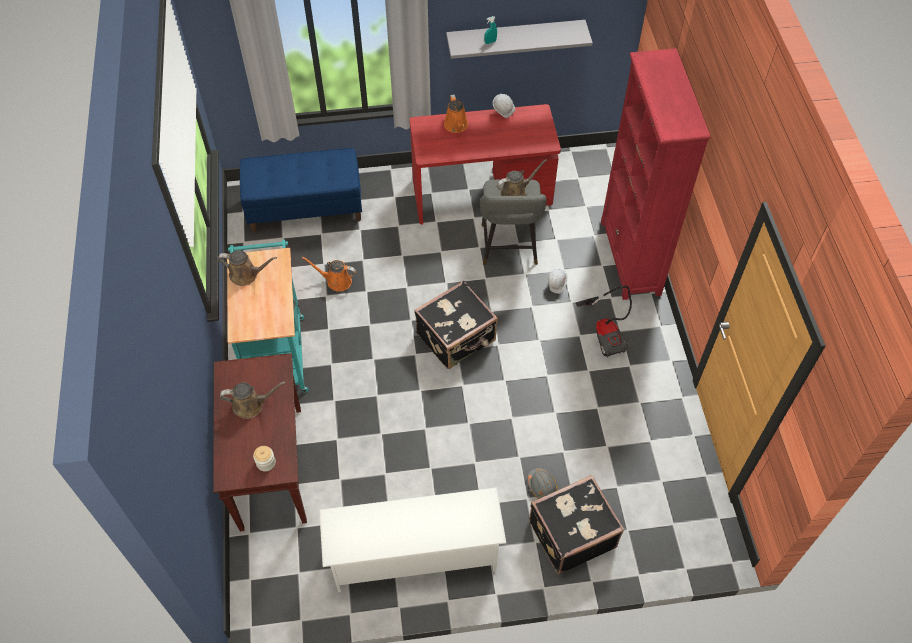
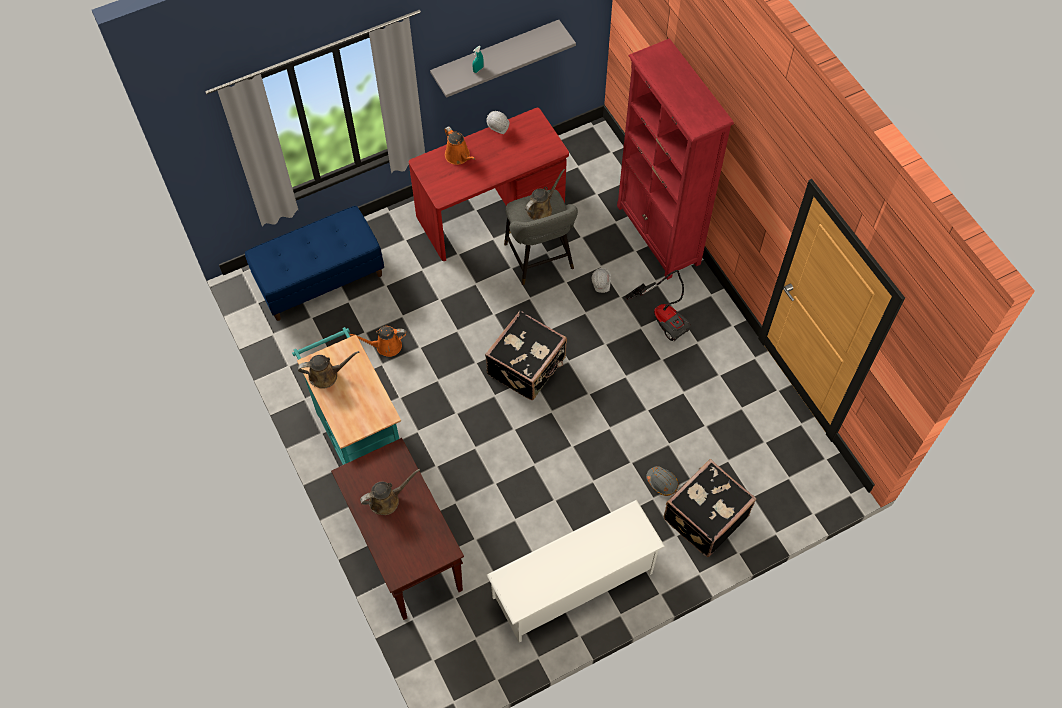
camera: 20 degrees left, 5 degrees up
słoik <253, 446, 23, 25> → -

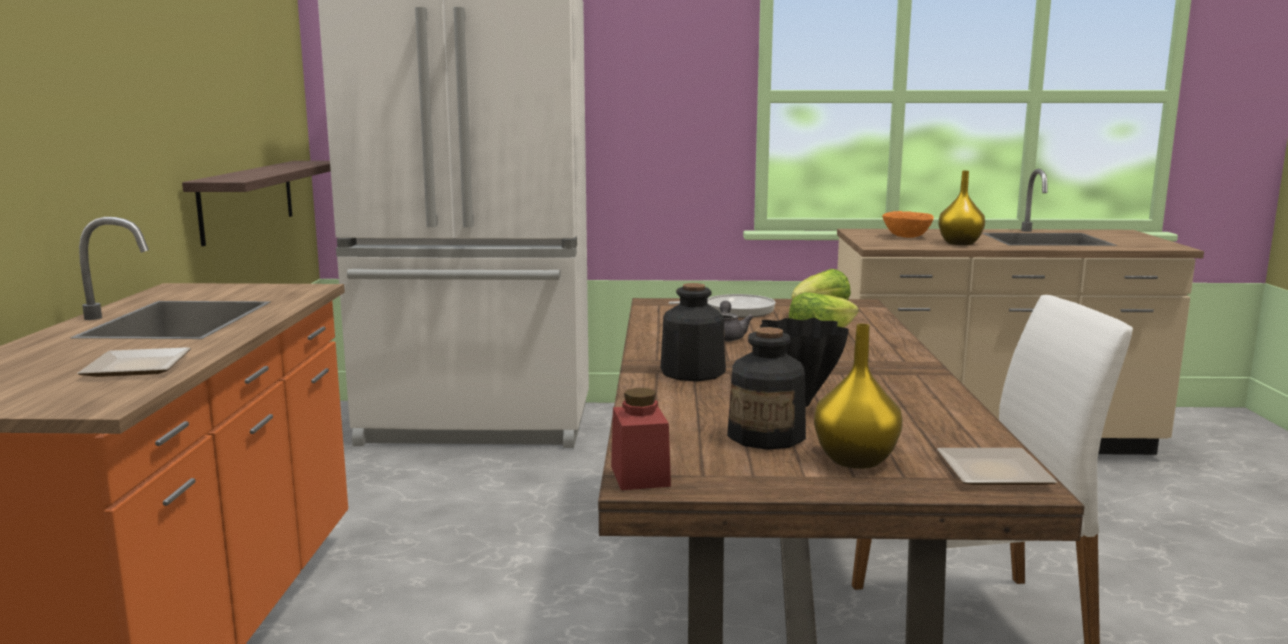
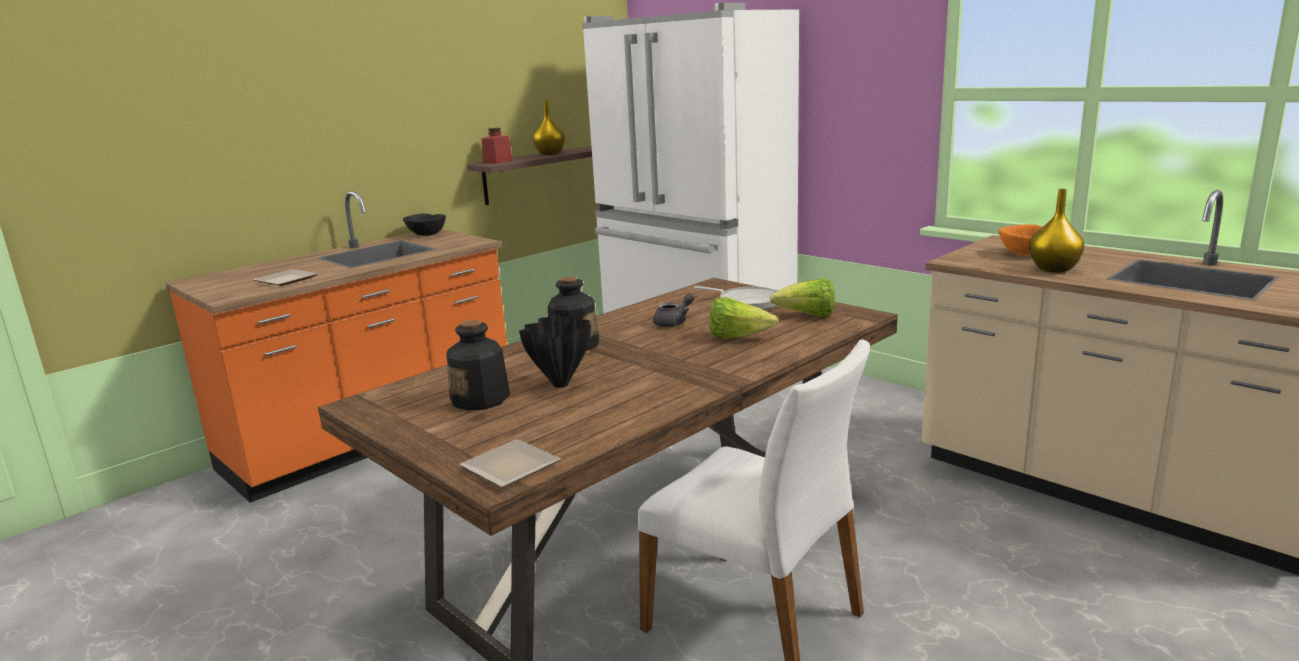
camera: 45 degrees right, 5 degrees up
- → miska [czarny] <403, 214, 43, 22>
słoik [czerwony] <611, 388, 60, 102> → słoik [czerwony] <482, 128, 31, 36>, move
wazon [żółty] <814, 324, 89, 145> → wazon [żółty] <533, 101, 32, 54>, move

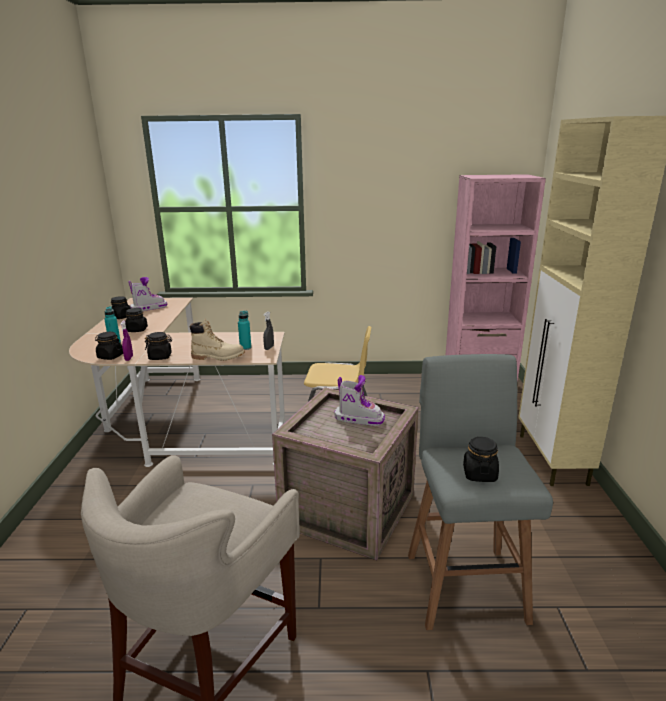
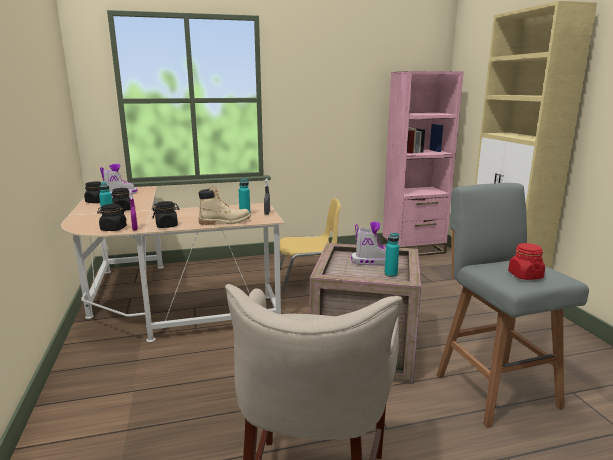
camera: 15 degrees left, 5 degrees down
- → butelka [turkusowy] <384, 233, 15, 44>
słoik [czarny] <463, 437, 36, 45> → słoik [czerwony] <508, 243, 37, 37>

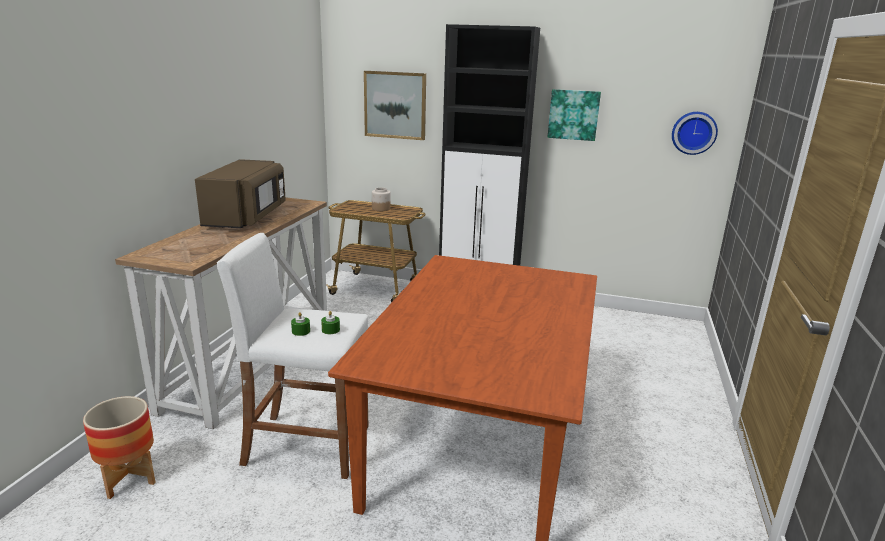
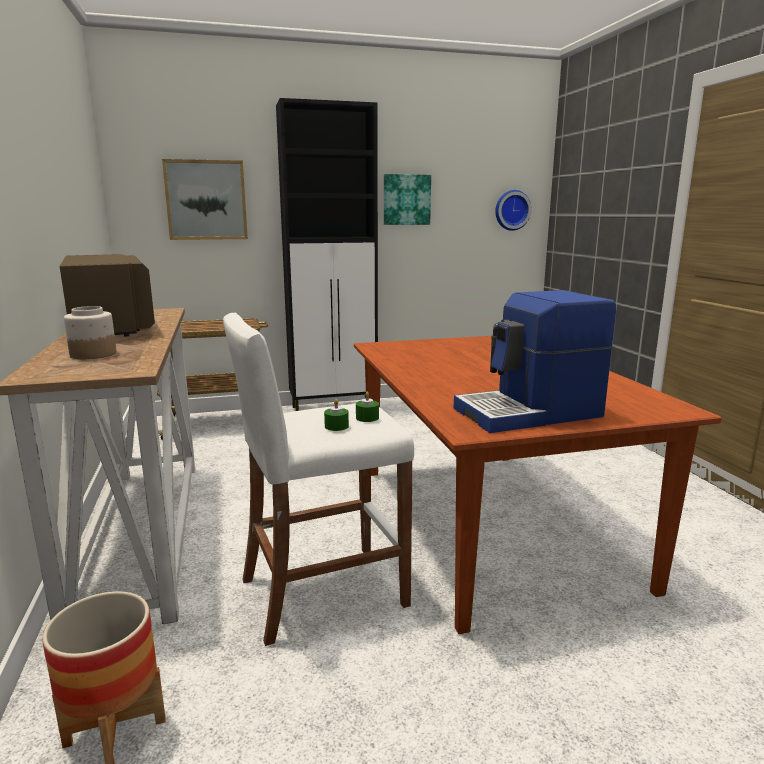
camera: 30 degrees left, 5 degrees down
słoik <372, 187, 19, 24> → słoik <64, 306, 52, 53>, move
- → ekspres do kawy <454, 290, 162, 143>

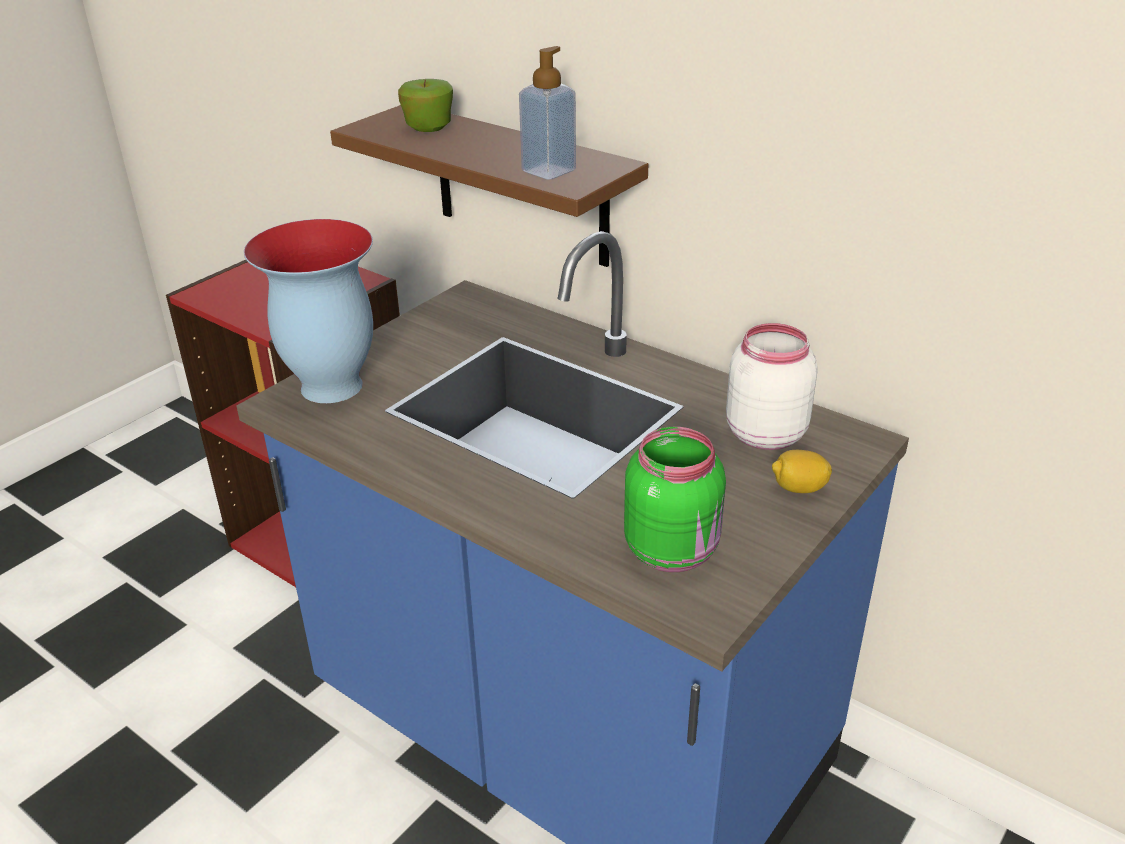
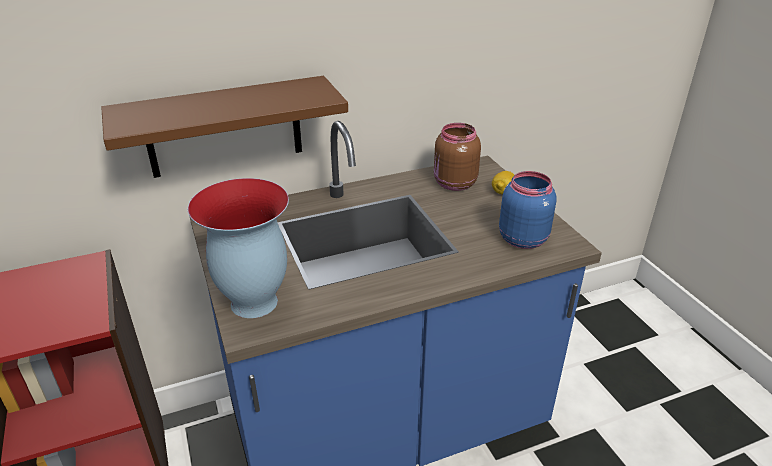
camera: 60 degrees left, 0 degrees up
słoik [biały] <726, 323, 92, 127> → słoik [brązowy] <434, 123, 47, 68>
słoik [zielony] <624, 427, 102, 145> → słoik [niebieski] <499, 171, 58, 78>
jabłko <398, 79, 55, 53> → -
dozownik mydła <519, 46, 57, 134> → -

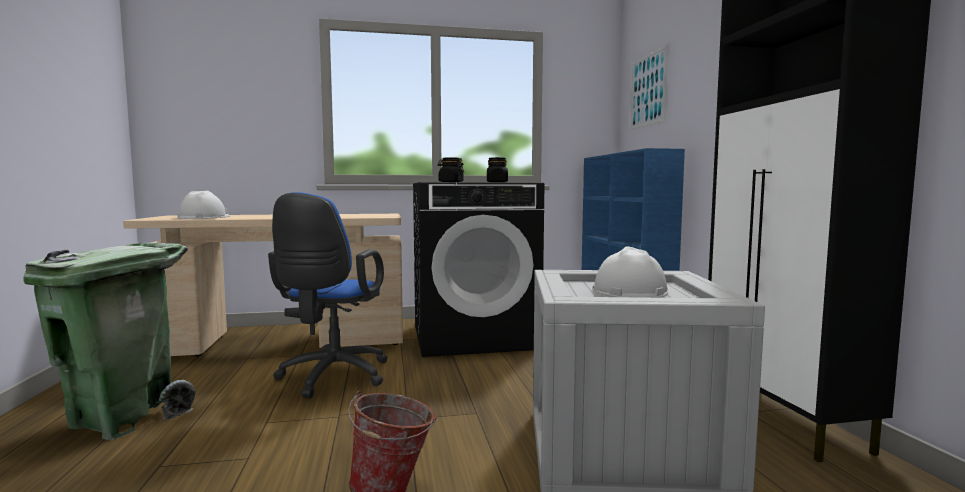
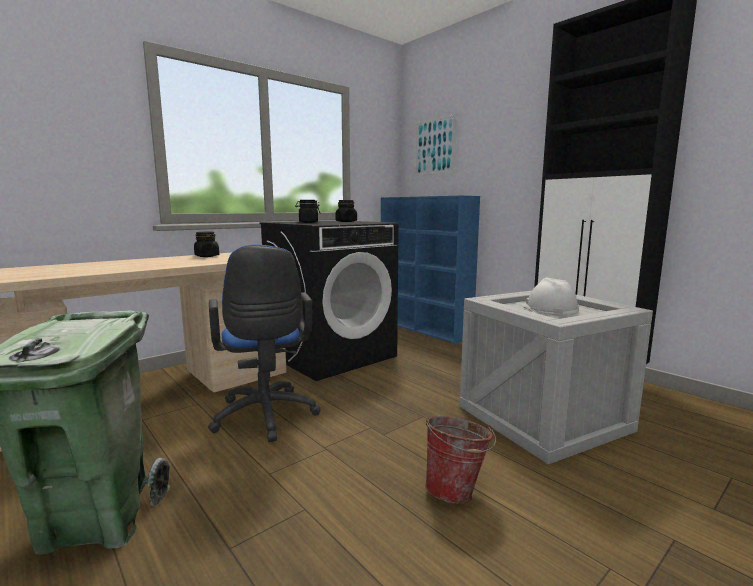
camera: 30 degrees left, 5 degrees up
- → słoik [czarny] <194, 232, 25, 25>
kask [biały] <177, 191, 54, 28> → -

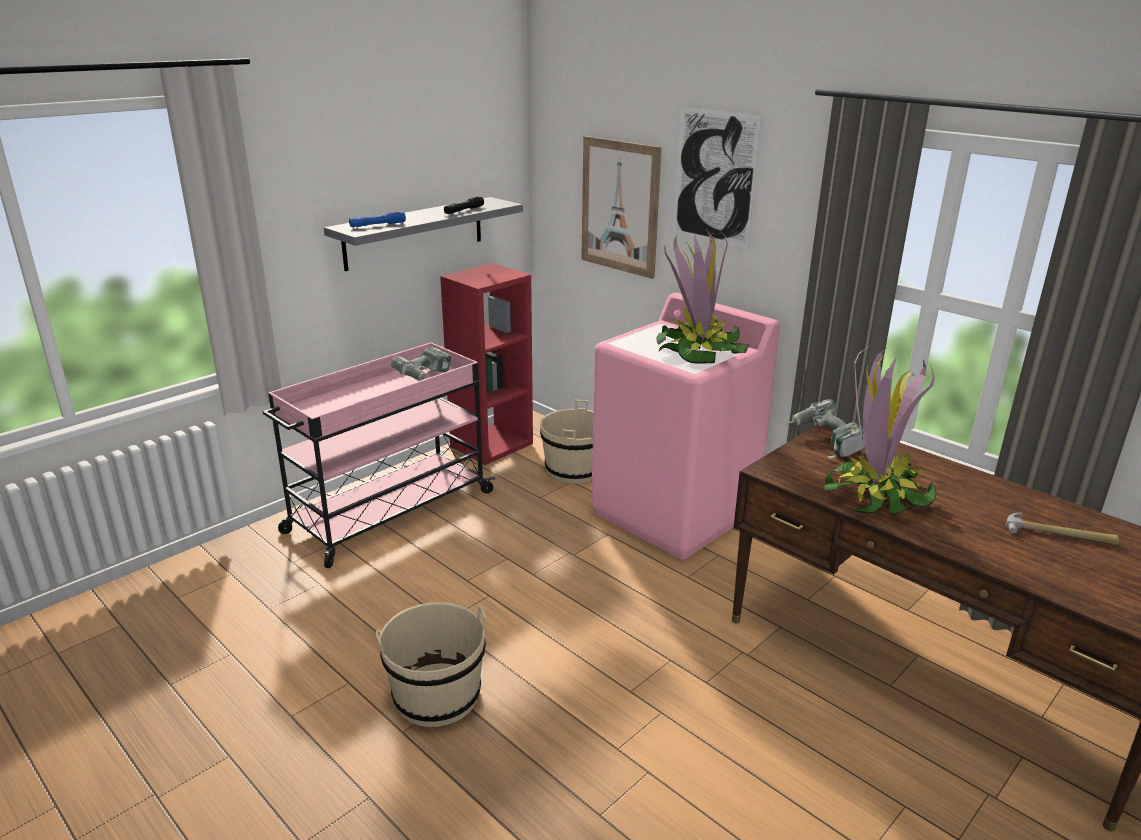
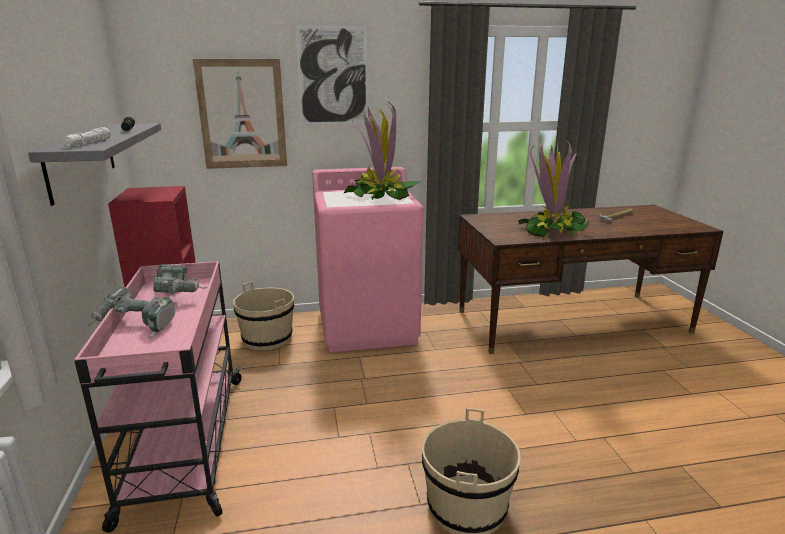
camera: 55 degrees left, 5 degrees down
latarka [niebieski] <349, 212, 57, 15> → latarka [biały] <62, 127, 49, 19>
wiertarka <785, 399, 80, 61> → wiertarka <87, 287, 88, 51>, move

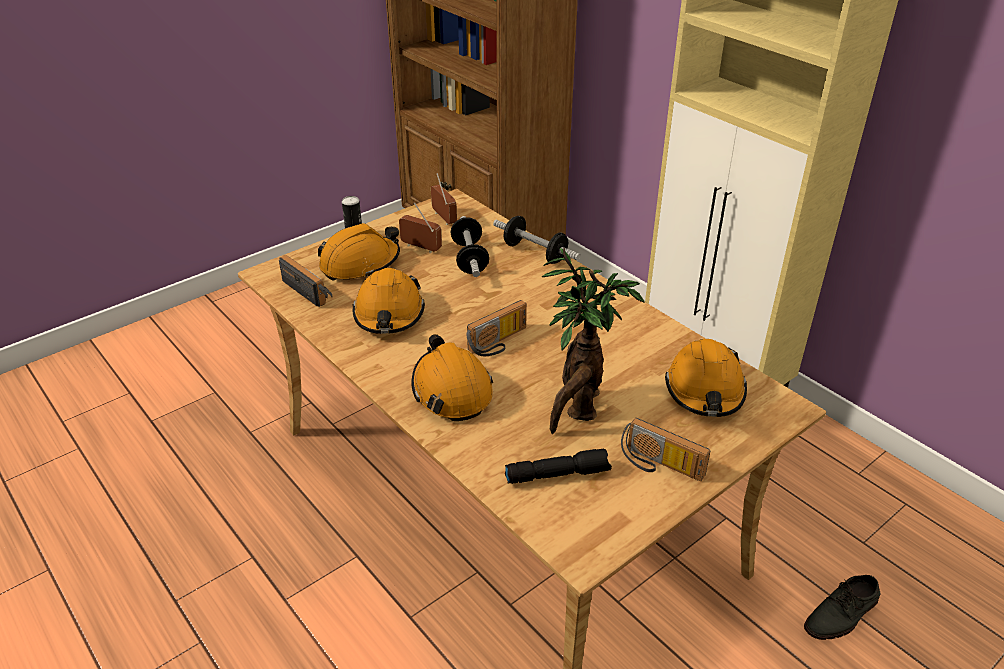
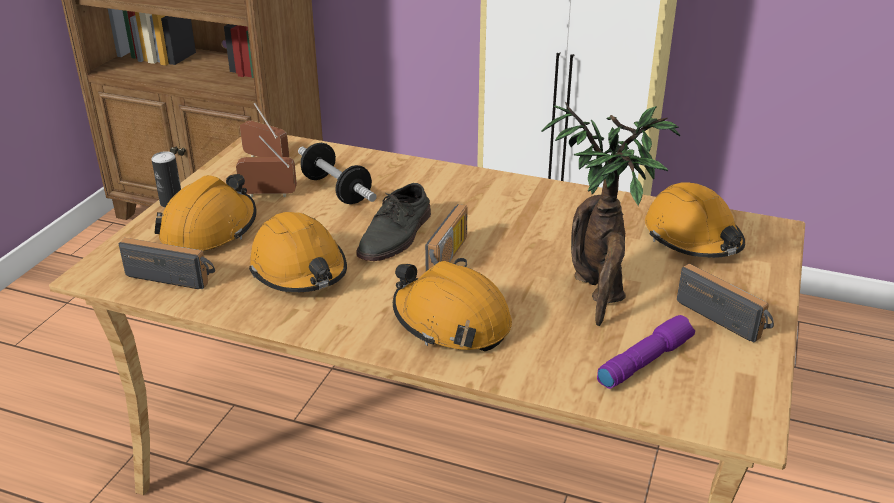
camera: 30 degrees left, 5 degrees down
but [szary] <804, 575, 76, 65> → but [szary] <357, 183, 74, 78>, move
latarka [czarny] <505, 449, 107, 35> → latarka [fioletowy] <597, 315, 98, 74>
radio <621, 418, 89, 63> → radio <677, 264, 97, 78>, 135 degrees counterclockwise
hantel <493, 216, 88, 48> → -

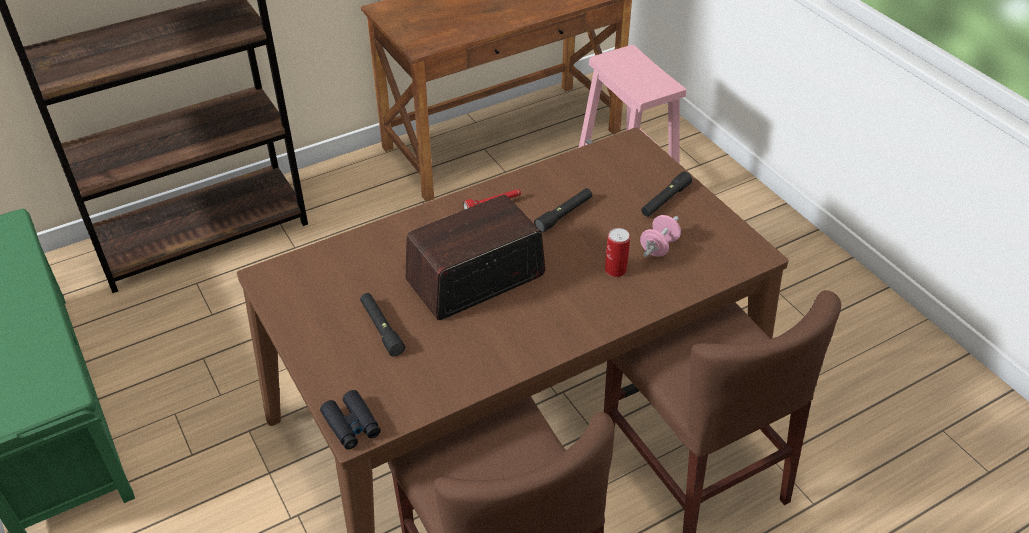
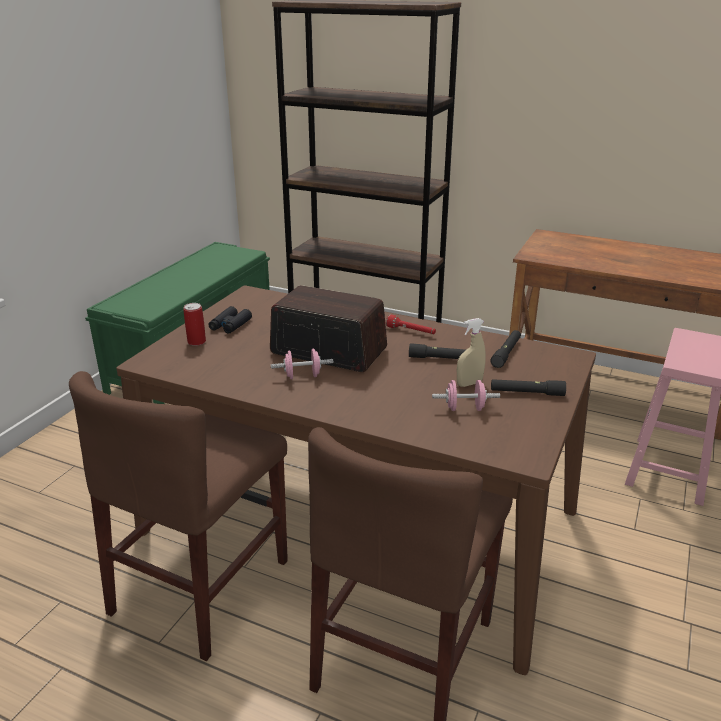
camera: 55 degrees right, 15 degrees down
puszka <605, 228, 25, 49> → puszka <183, 303, 23, 43>, move
lornetka [czarny] <320, 390, 61, 59> → lornetka [czarny] <209, 306, 43, 27>, move
- → hantel [różowy] <271, 349, 62, 30>
- → spryskiwacz [beżowy] <457, 318, 29, 69>
latarka [czarny] <360, 293, 45, 64> → latarka [czarny] <490, 330, 31, 38>, move

